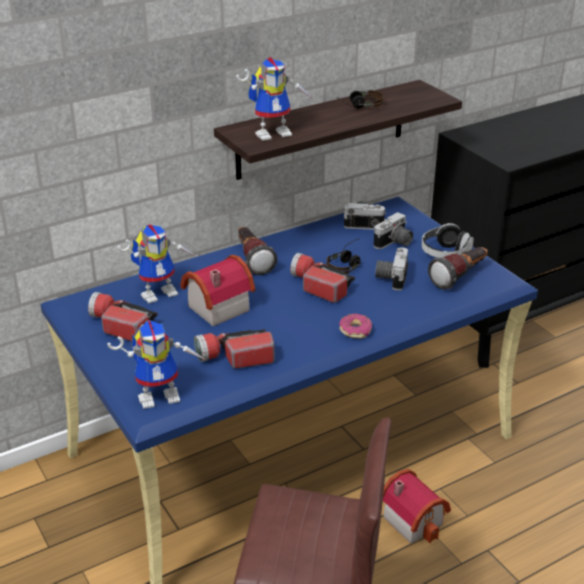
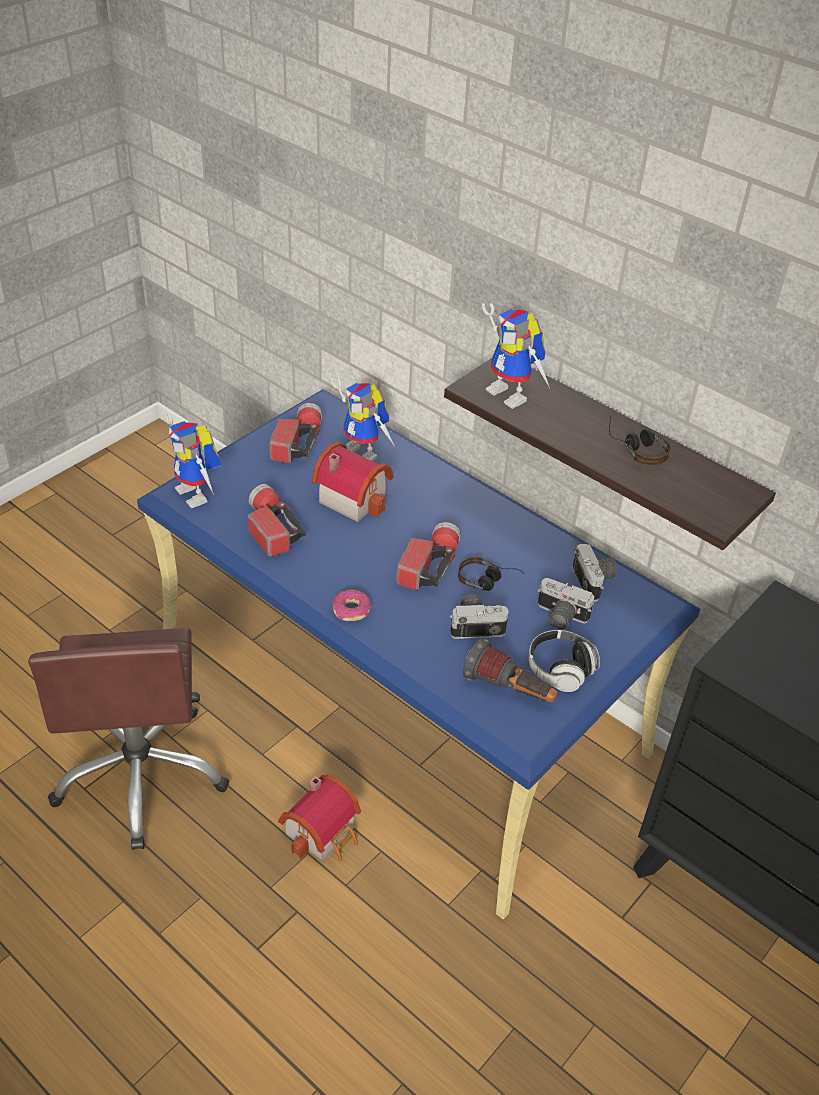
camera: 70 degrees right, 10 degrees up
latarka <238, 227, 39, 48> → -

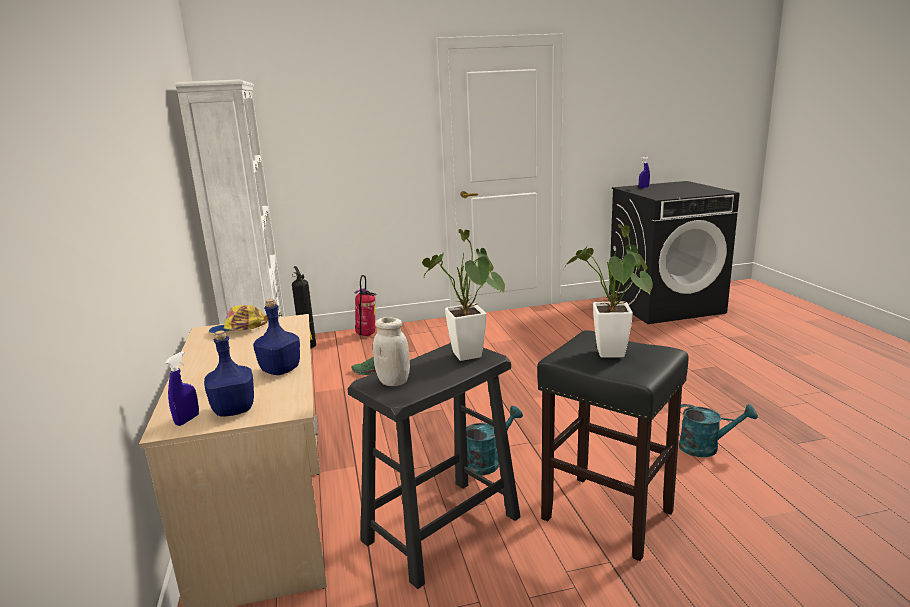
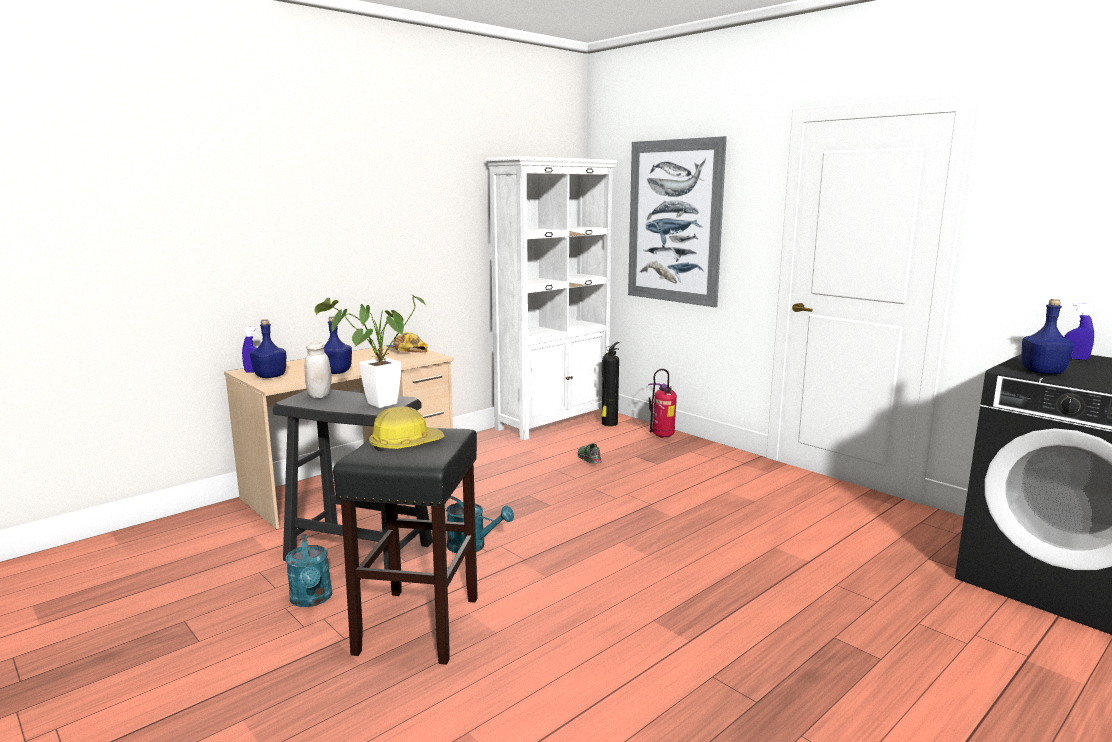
camera: 60 degrees right, 5 degrees down
konewka [turkusowy] <679, 404, 79, 53> → konewka [turkusowy] <285, 534, 47, 73>, move
roślina doniczkowa <564, 224, 89, 134> → kask <369, 406, 76, 46>
- → obraz <628, 136, 99, 171>
- → butelka [niebieski] <1022, 299, 52, 75>

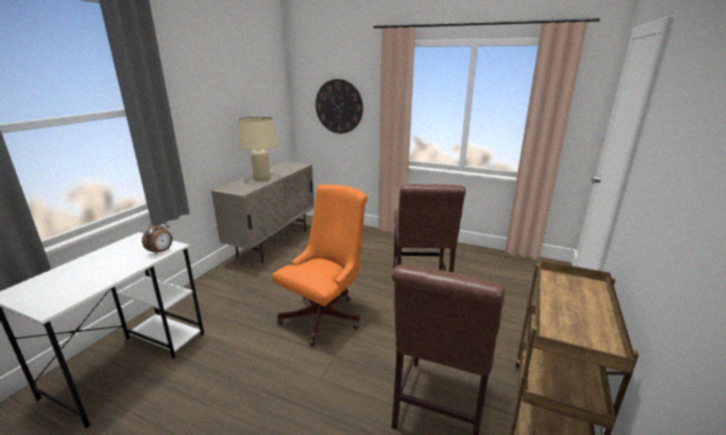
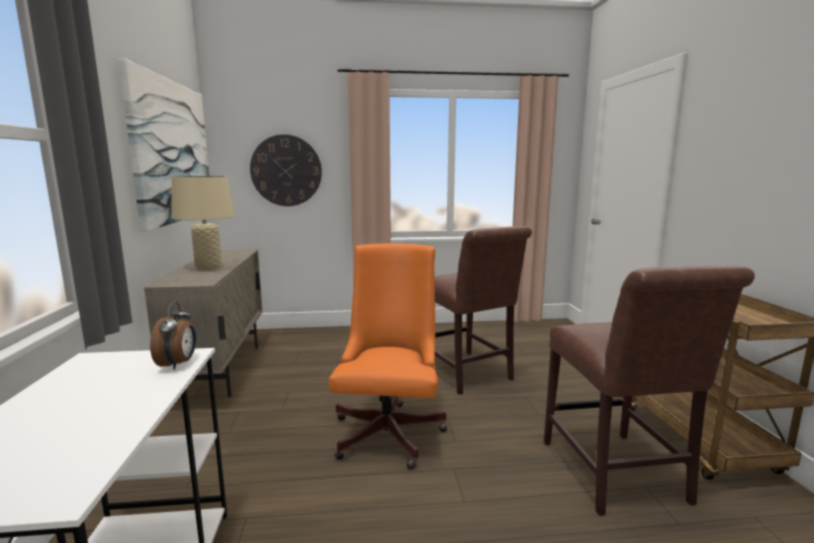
camera: 30 degrees left, 10 degrees down
- → obraz <118, 58, 91, 173>

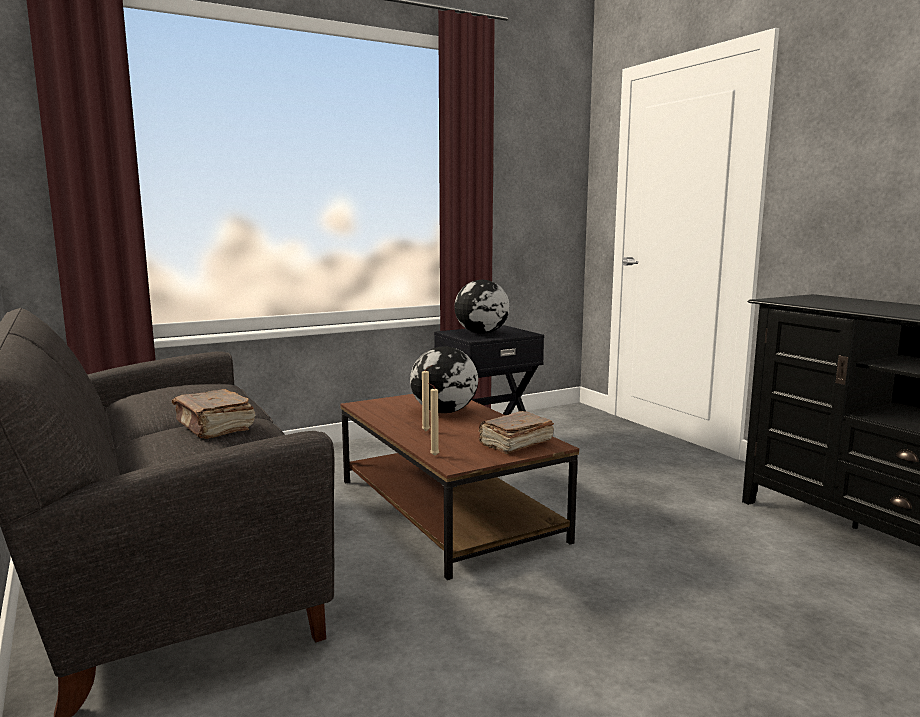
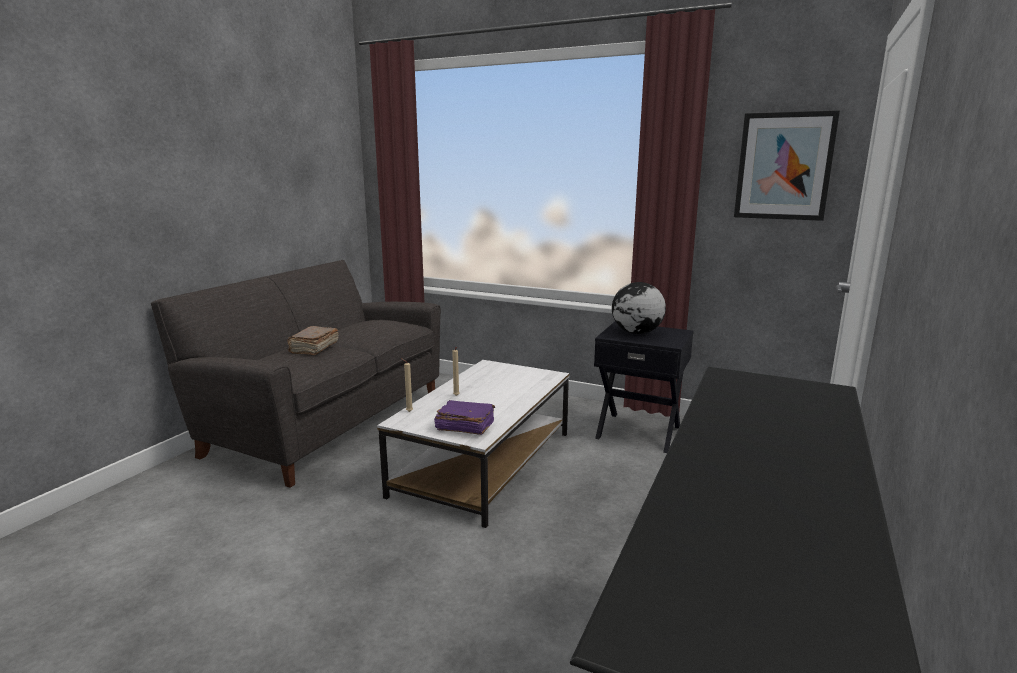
camera: 55 degrees right, 5 degrees up
ława [brązowy] <341, 394, 238, 186> → ława [biały] <377, 360, 193, 168>
książka [brązowy] <479, 411, 75, 43> → książka [fioletowy] <434, 400, 61, 35>
- → obraz <734, 110, 106, 111>
globus <410, 347, 68, 66> → -

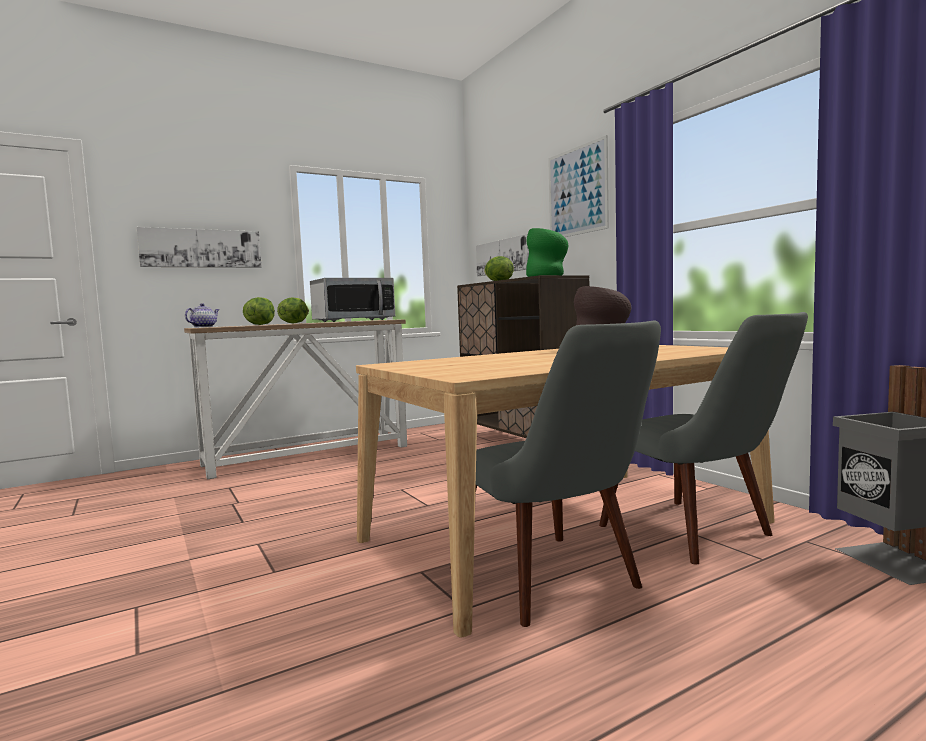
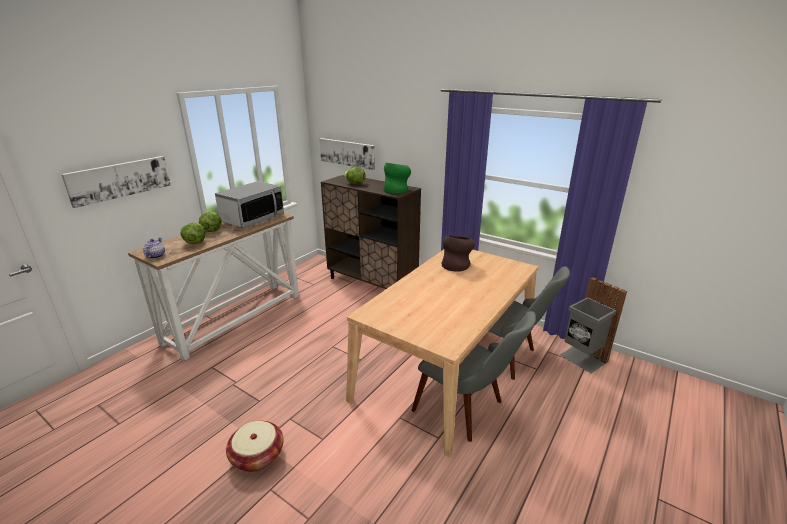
camera: 25 degrees left, 20 degrees up
- → koszyk <226, 421, 58, 51>
obraz <548, 135, 61, 102> → -

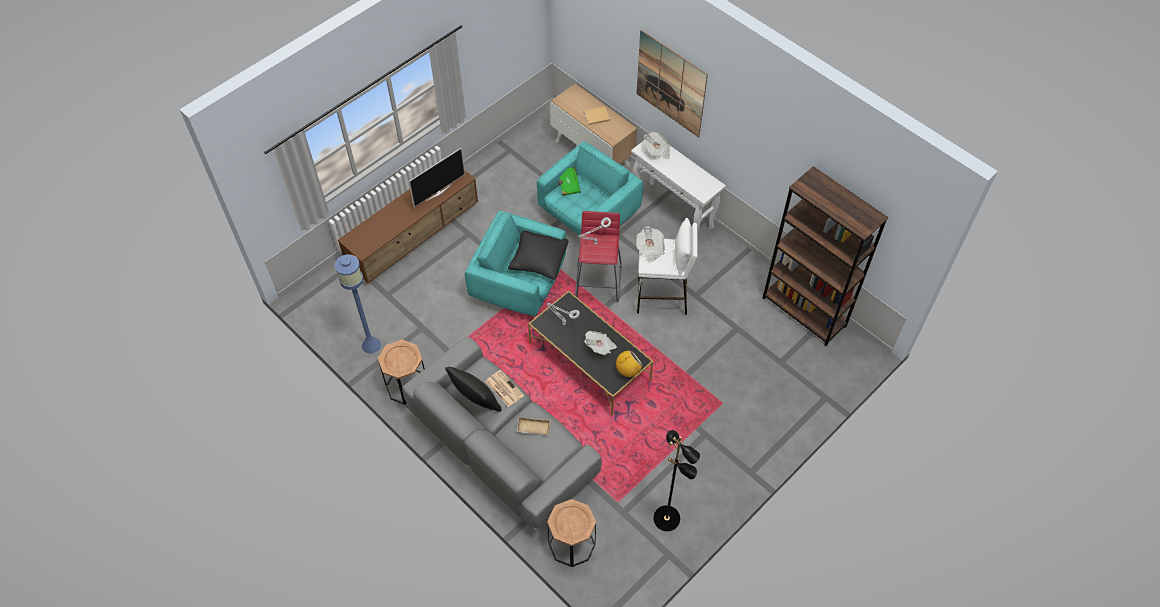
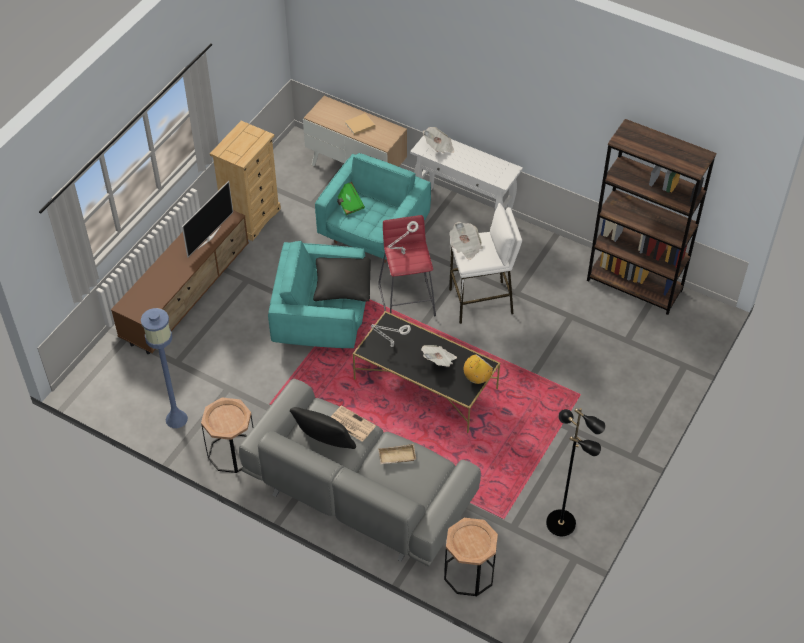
camera: 15 degrees left, 5 degrees down
- → komoda [beżowy] <210, 121, 71, 120>
obraz <636, 30, 72, 108> → -

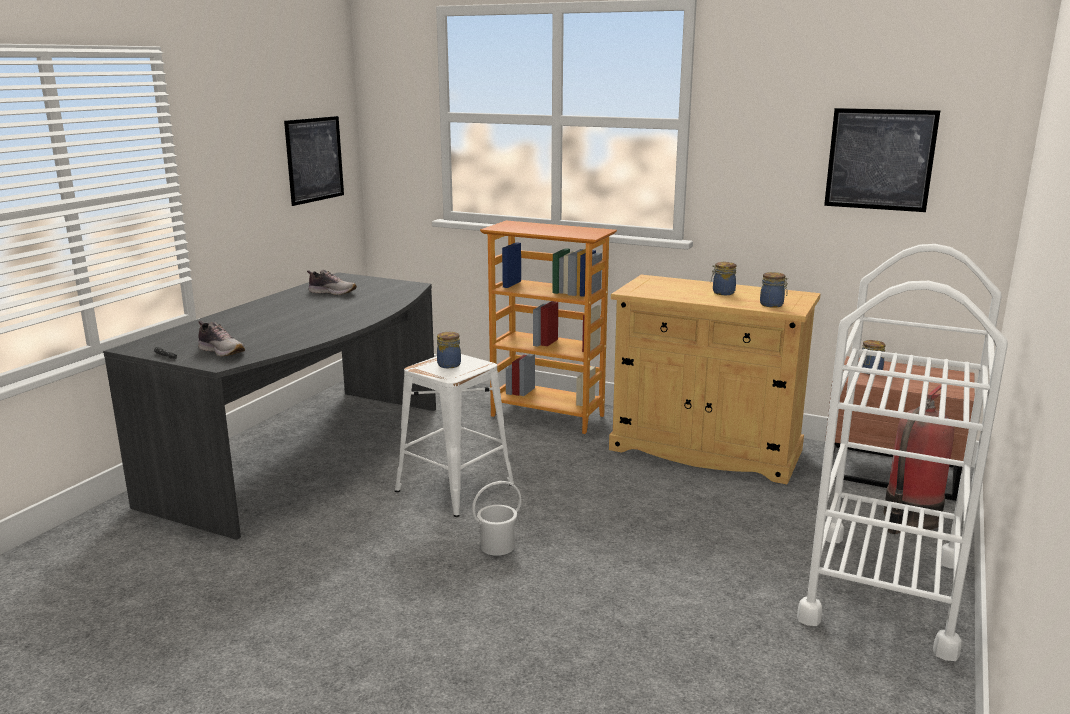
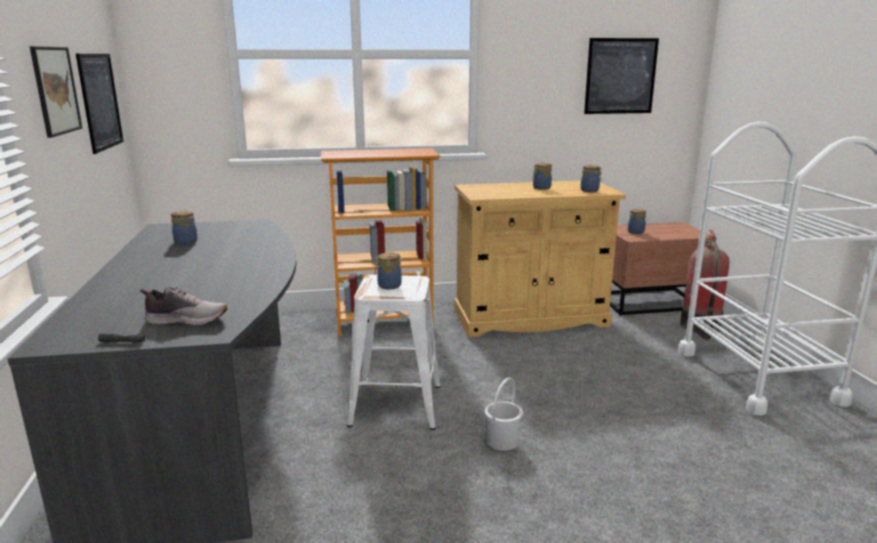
camera: 35 degrees left, 0 degrees up
- → obraz <30, 46, 52, 92>
but <307, 270, 50, 25> → słoik <171, 211, 26, 34>

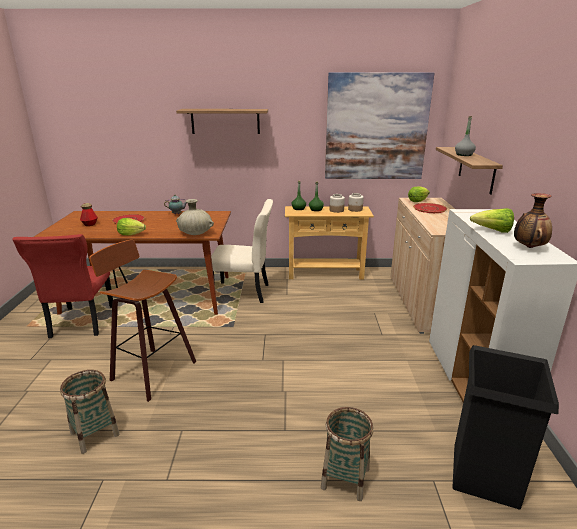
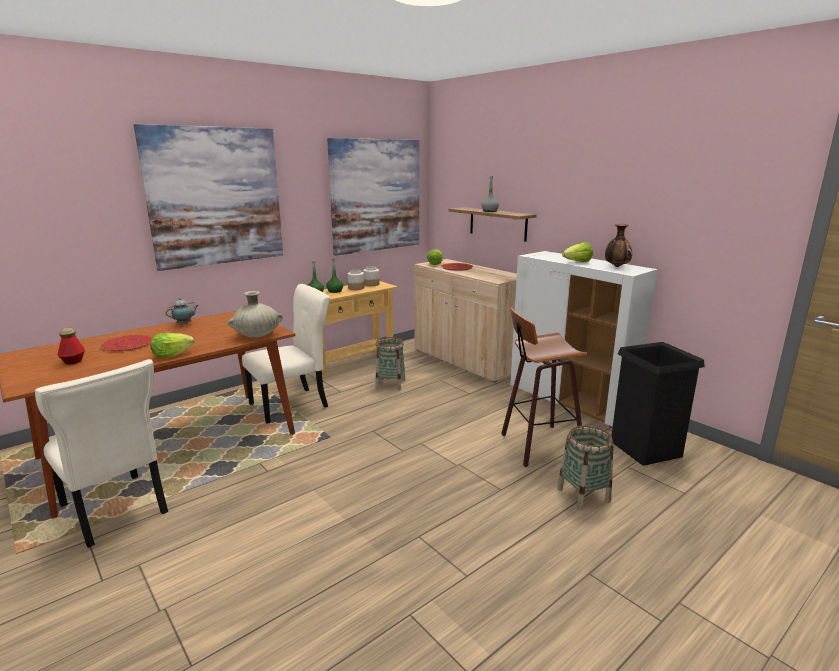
camera: 40 degrees left, 5 degrees down
krzesło [czerwony] <12, 234, 101, 104> → krzesło [beżowy] <35, 359, 133, 189>
półka <176, 109, 92, 25> → obraz <134, 124, 149, 147>
koszyk <60, 370, 59, 84> → koszyk <375, 337, 30, 53>, move
stołek <89, 240, 107, 162> → stołek <501, 308, 86, 159>, move

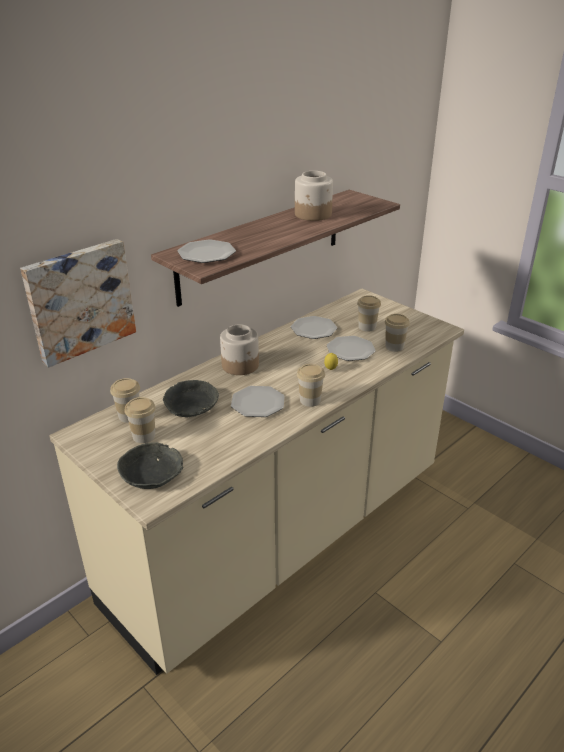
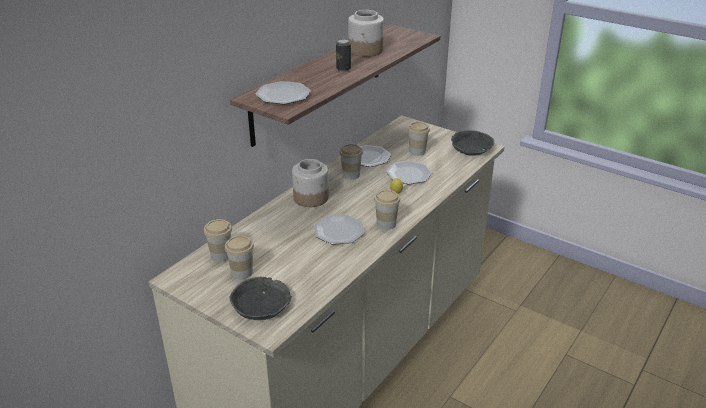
camera: 10 degrees left, 0 degrees up
- → puszka <336, 39, 15, 32>
filiżanka <385, 314, 25, 38> → filiżanka <340, 144, 23, 36>, move
miska [szary] <163, 380, 56, 37> → miska [szary] <451, 130, 43, 26>, move
obraz <20, 239, 116, 129> → -

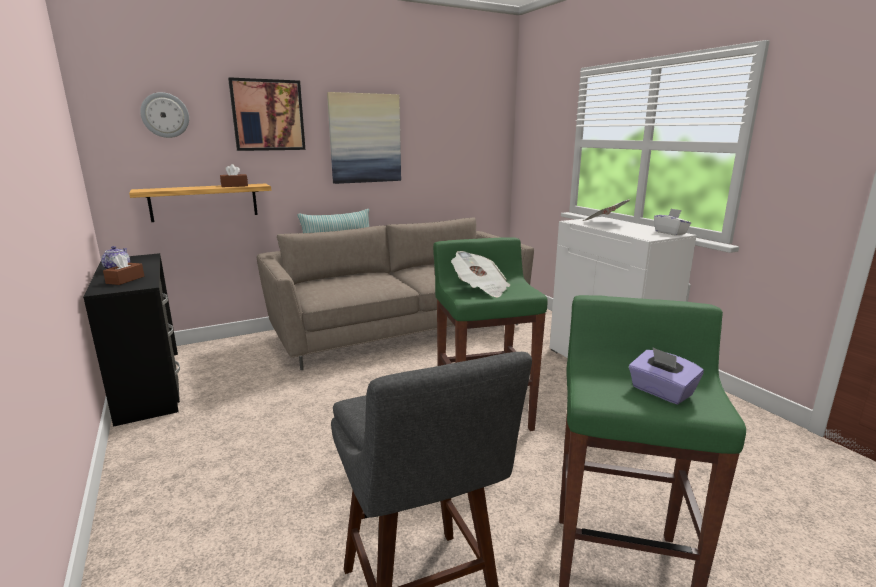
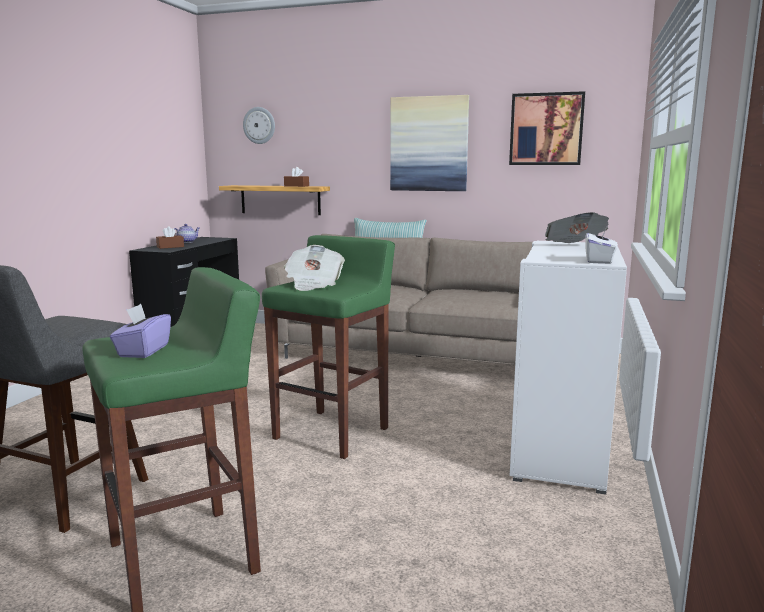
camera: 45 degrees right, 5 degrees down
obraz <228, 77, 77, 74> → obraz <509, 91, 76, 74>, move

